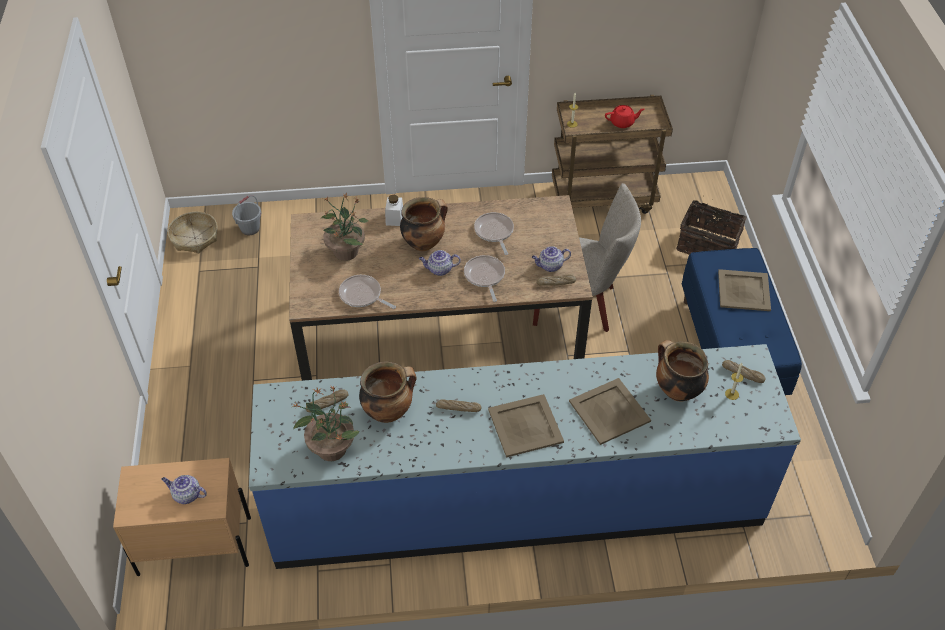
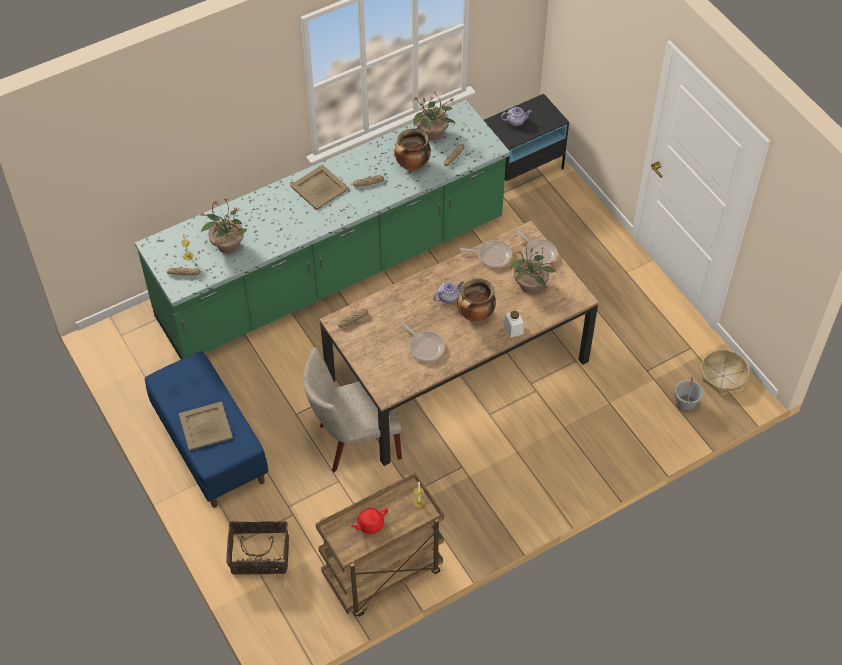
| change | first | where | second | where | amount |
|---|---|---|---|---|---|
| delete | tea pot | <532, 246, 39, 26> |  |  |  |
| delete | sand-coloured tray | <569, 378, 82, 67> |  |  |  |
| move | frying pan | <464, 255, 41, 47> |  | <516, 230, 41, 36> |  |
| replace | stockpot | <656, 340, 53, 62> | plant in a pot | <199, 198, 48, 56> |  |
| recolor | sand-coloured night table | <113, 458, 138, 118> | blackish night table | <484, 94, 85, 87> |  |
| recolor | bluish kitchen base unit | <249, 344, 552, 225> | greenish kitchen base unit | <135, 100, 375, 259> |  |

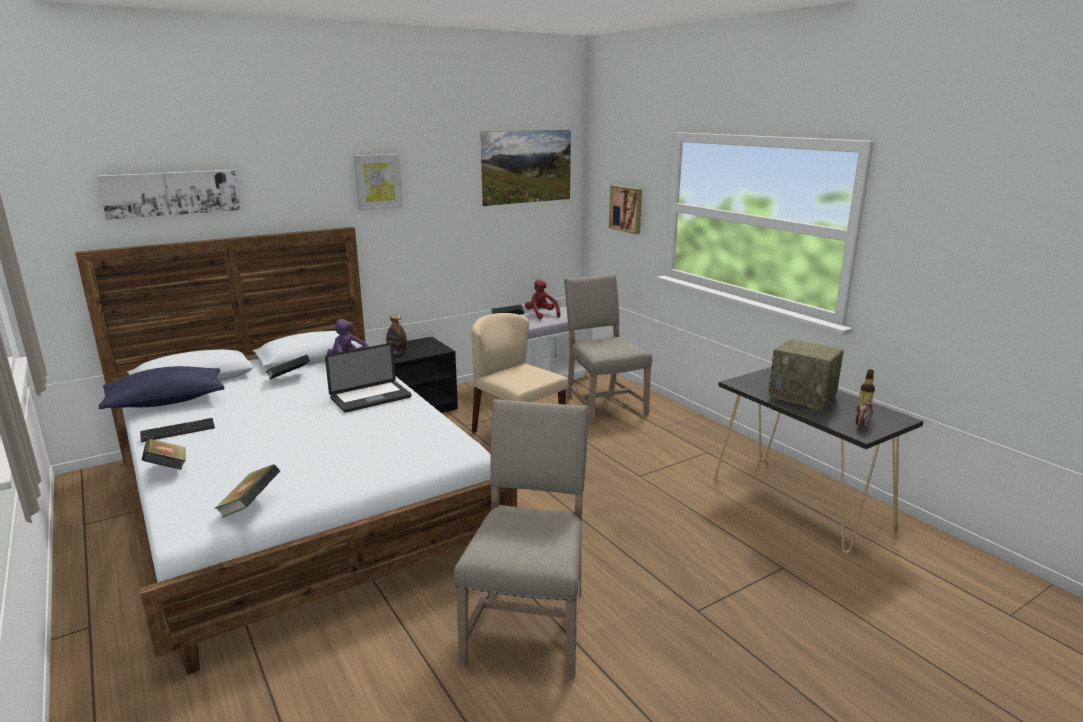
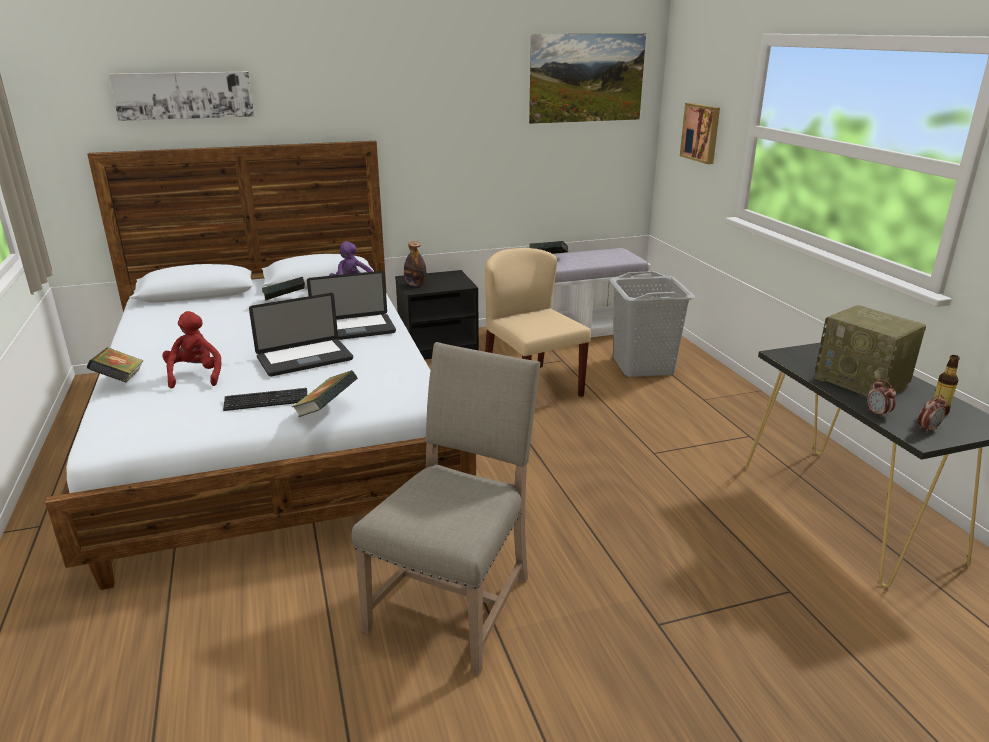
| change | first | where | second | where | amount |
|---|---|---|---|---|---|
| delete | bluish cushion | <99, 366, 125, 43> |  |  |  |
| delete | wall picture | <354, 154, 49, 57> |  |  |  |
| insert |  |  | portable computer | <249, 293, 104, 84> |  |
| insert |  |  | table clock | <867, 379, 29, 39> |  |
| move | keyboard | <140, 418, 75, 24> |  | <223, 388, 84, 23> |  |
| move | volume | <214, 464, 66, 54> |  | <292, 370, 66, 47> |  |
| move | reddish cuddly toy | <525, 279, 36, 40> |  | <162, 311, 59, 77> |  |
| replace | sand-coloured chair | <564, 274, 88, 151> | gray washing basket | <609, 271, 86, 106> |  |

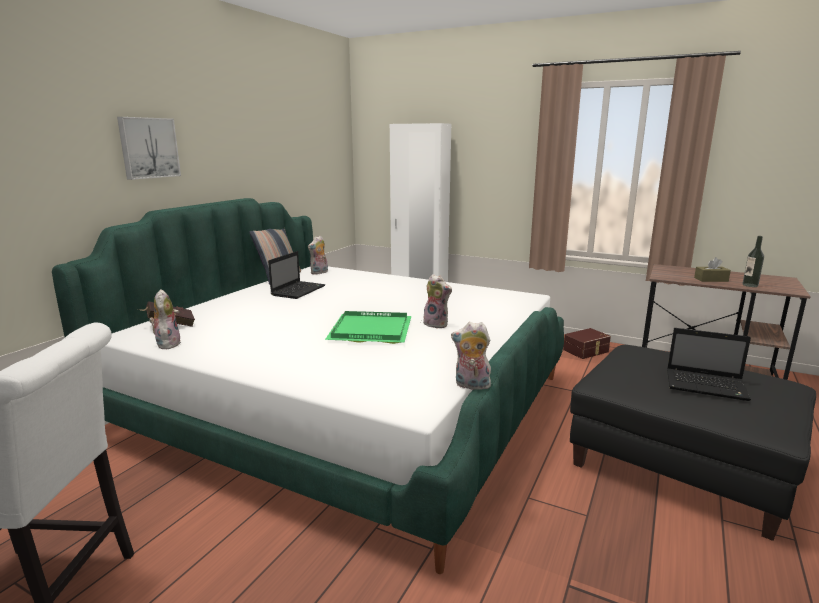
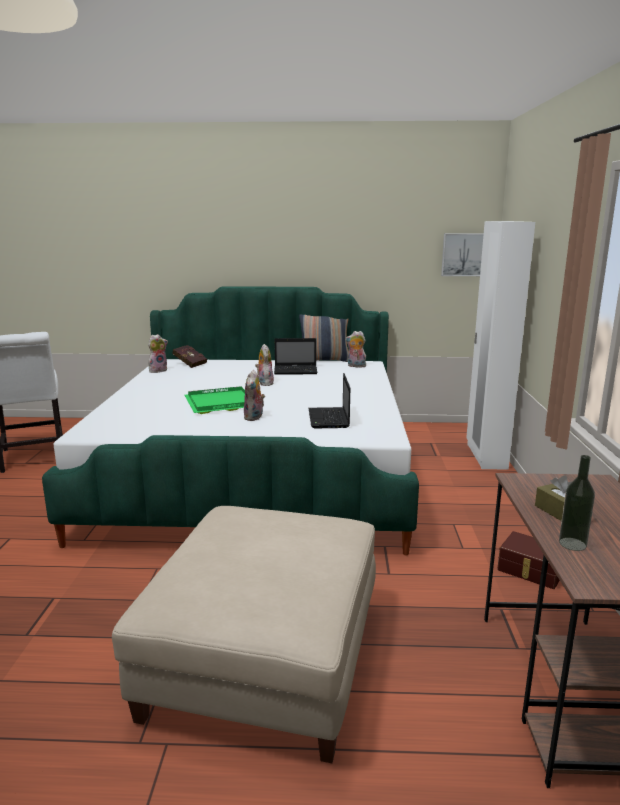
| change | first | where | second | where | amount |
|---|---|---|---|---|---|
| move | wall picture | <117, 117, 64, 63> |  | <441, 234, 43, 42> |  |
| move | cuddly toy | <451, 322, 40, 69> |  | <255, 344, 19, 42> |  |
| move | portable computer | <667, 328, 84, 73> |  | <309, 373, 41, 55> |  |
| recolor | blackish footrest | <570, 345, 246, 196> | sand-coloured footrest | <112, 506, 264, 257> |  |

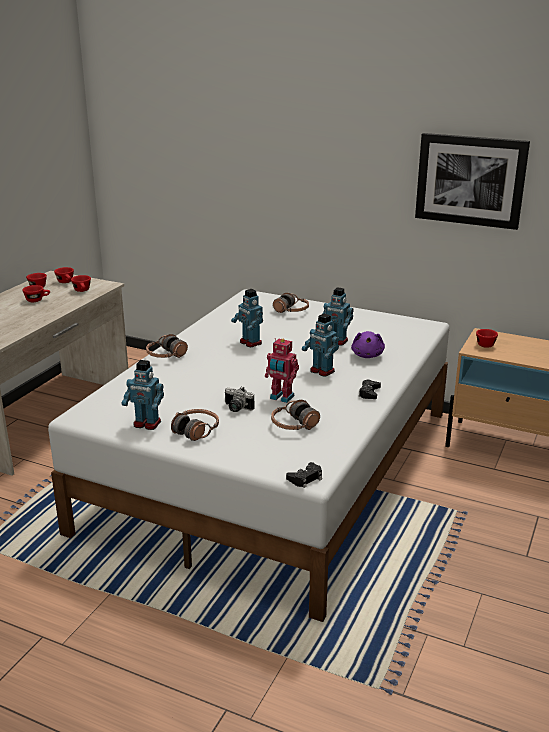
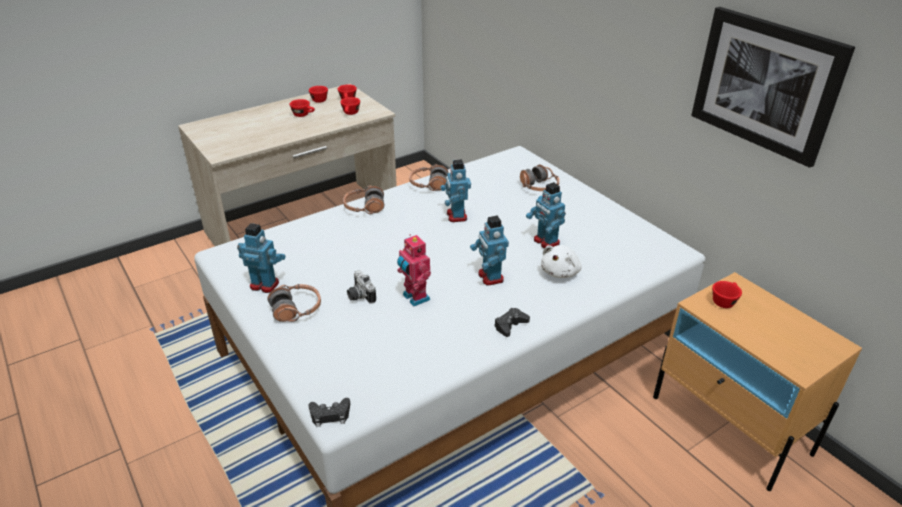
| change | first | where | second | where | amount |
|---|---|---|---|---|---|
| move | pair of headphones | <271, 400, 49, 30> |  | <409, 164, 39, 27> |  |
| recolor | purple cuddly toy | <351, 331, 34, 27> | white cuddly toy | <541, 245, 41, 33> |  |
| rotate | toy robot | <121, 360, 43, 70> |  | <237, 223, 48, 70> | 150 degrees clockwise |

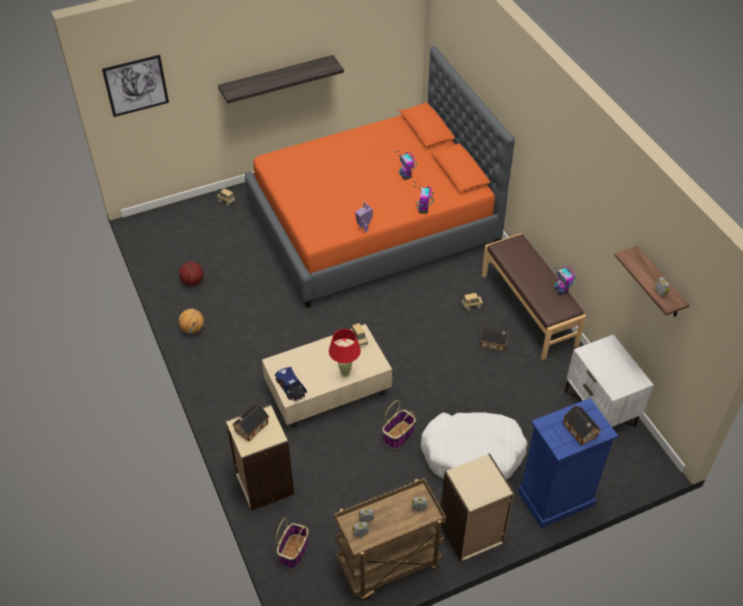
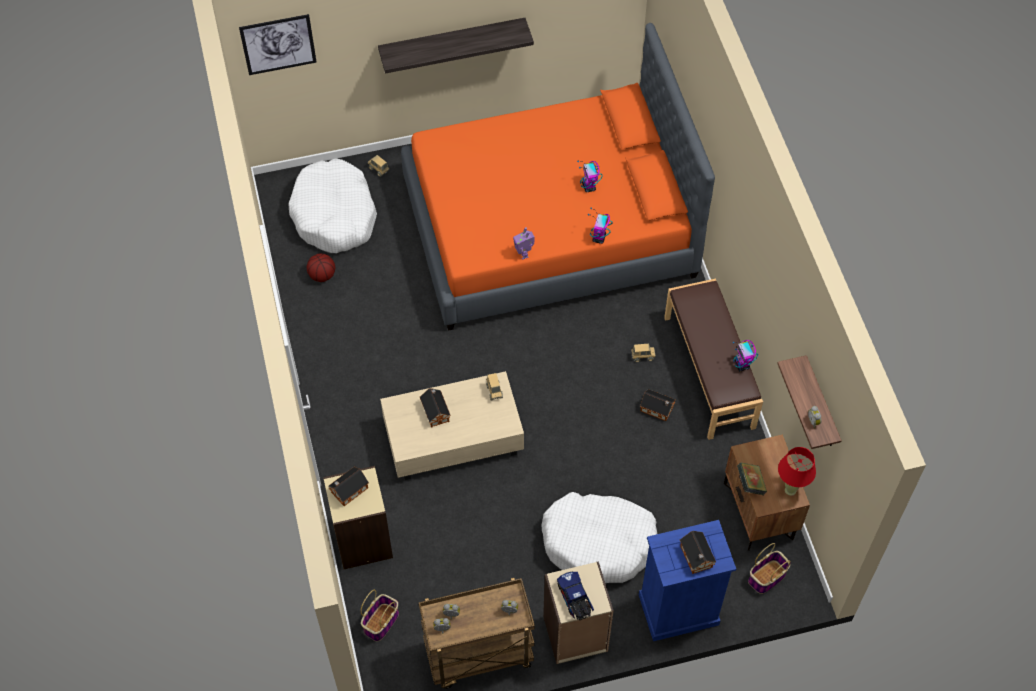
| change | first | where | second | where | amount |
|---|---|---|---|---|---|
| delete | ball for basketball | <179, 309, 25, 25> |  |  |  |
| insert |  |  | white pet bed | <288, 158, 89, 95> |  |
| insert |  |  | model house | <420, 388, 31, 40> |  |
| insert |  |  | volume | <737, 462, 30, 33> |  |
| move | toy truck | <275, 367, 32, 34> |  | <557, 572, 37, 48> |  |
| move | reddish lamp for a table | <329, 329, 32, 49> |  | <778, 447, 38, 49> |  |
| move | basket | <382, 400, 34, 49> |  | <748, 543, 43, 51> |  |
| recolor | white night table | <565, 335, 89, 92> | brownish night table | <724, 435, 86, 116> |  |

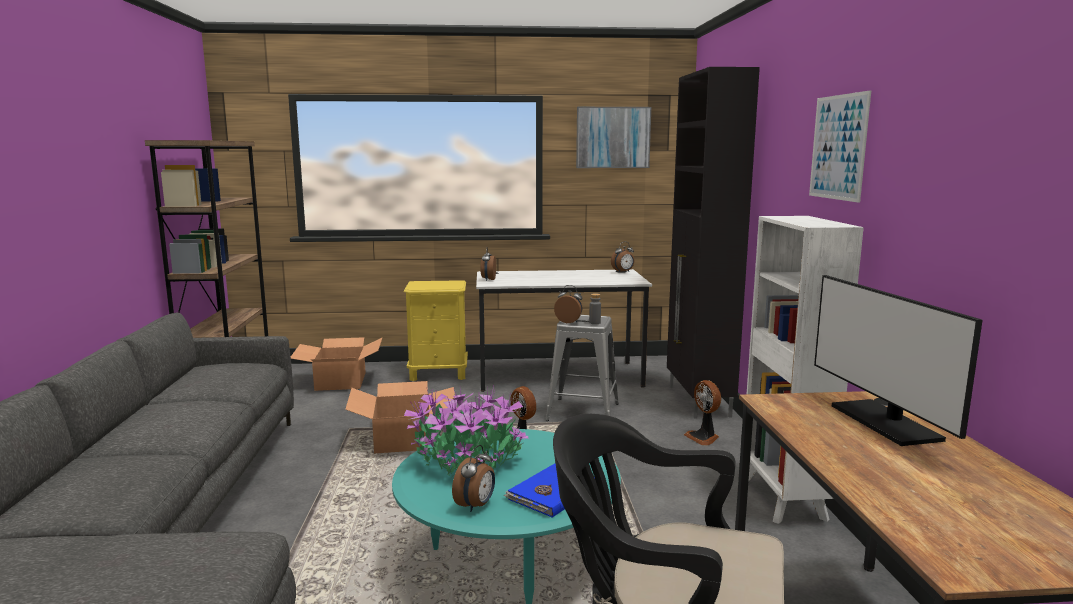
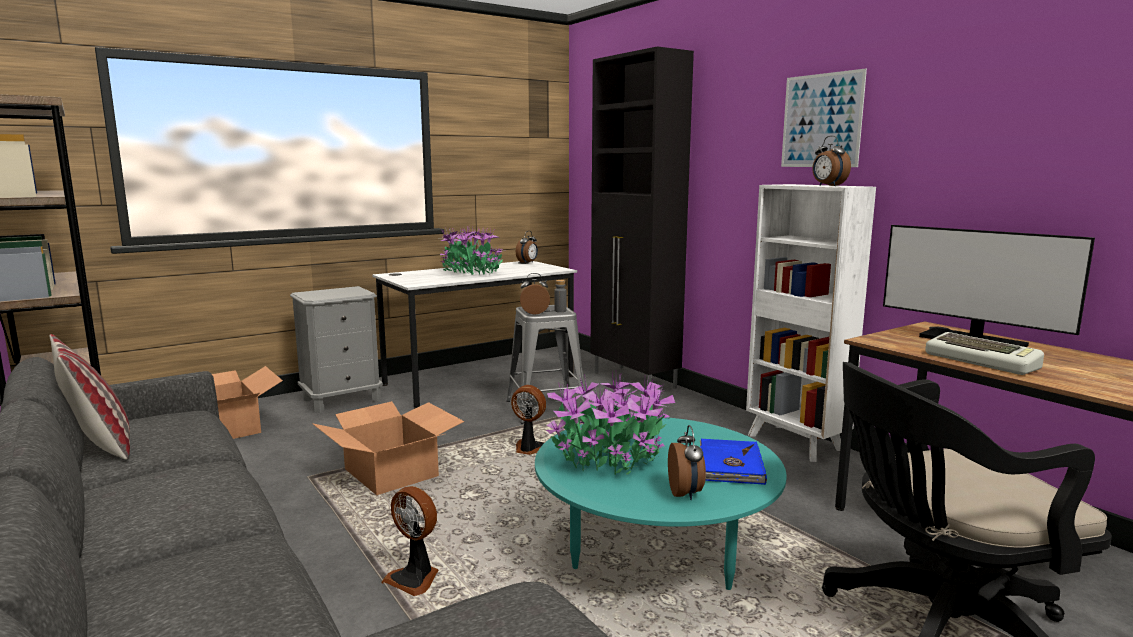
| change | first | where | second | where | amount |
|---|---|---|---|---|---|
| delete | wall picture | <576, 107, 75, 61> |  |  |  |
| insert |  |  | cushion | <49, 334, 81, 126> |  |
| insert |  |  | plant in a pot | <440, 226, 66, 49> |  |
| insert |  |  | keyboard | <925, 332, 119, 43> |  |
| move | table clock | <480, 247, 16, 34> |  | <813, 136, 38, 50> |  |
| move | cooling fan | <684, 380, 37, 66> |  | <381, 486, 58, 110> |  |
| recolor | yellow night table | <404, 280, 64, 101> | gray night table | <290, 286, 93, 127> |  |

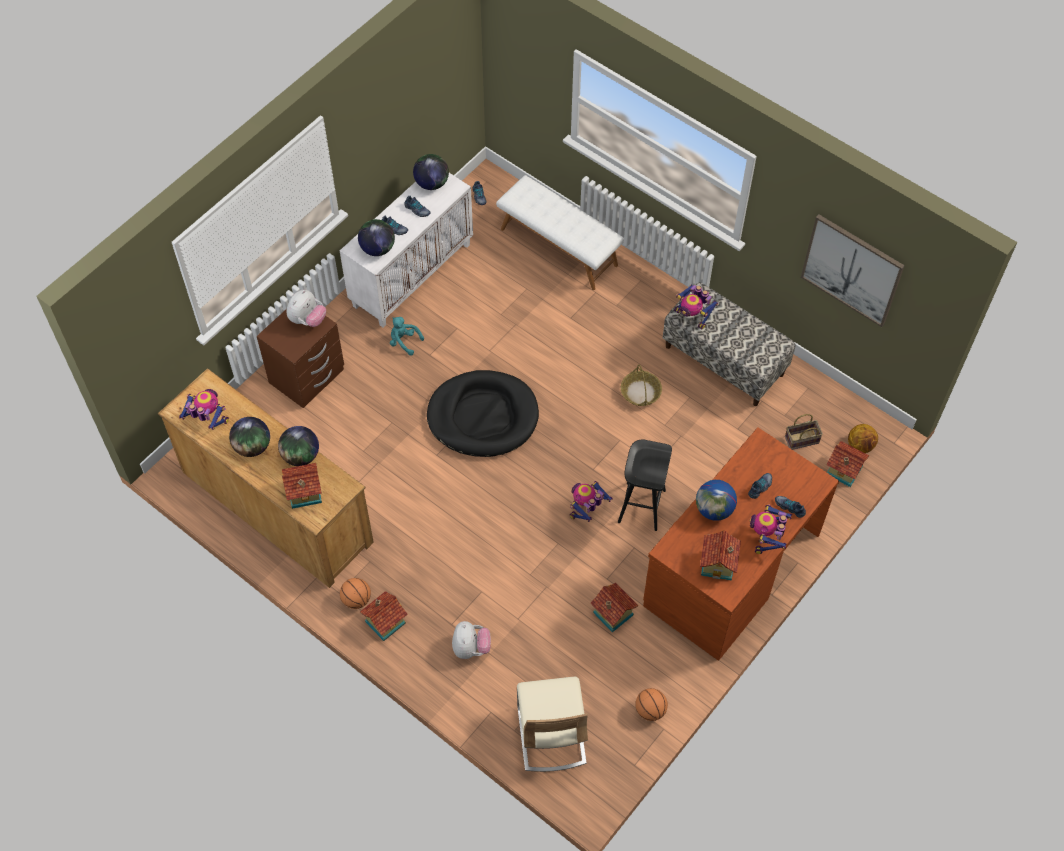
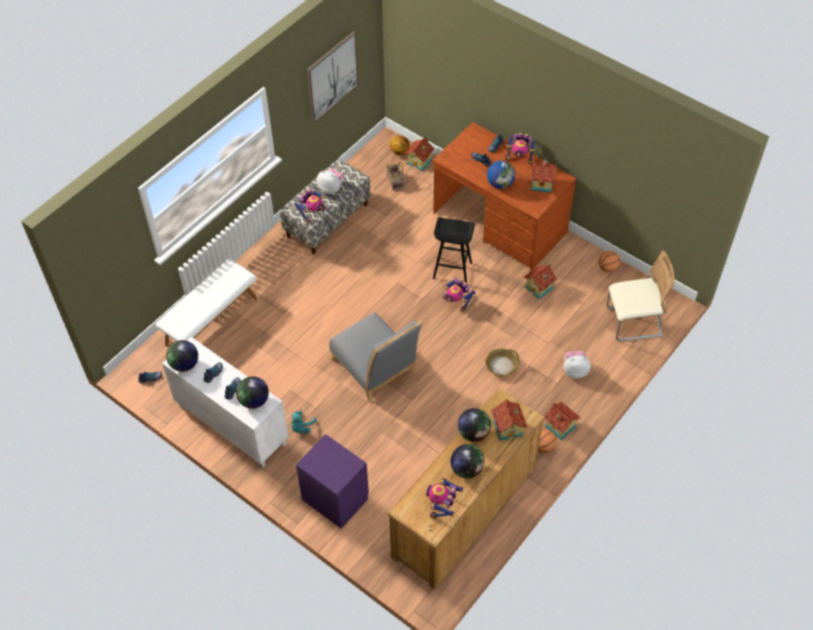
| change | first | where | second | where | amount |
|---|---|---|---|---|---|
| move | cuddly toy | <287, 290, 39, 37> |  | <317, 168, 27, 26> |  |
| move | basket | <621, 365, 41, 41> |  | <485, 348, 34, 29> |  |
| replace | blackish pet bed | <427, 370, 112, 87> | gray chair | <329, 313, 94, 90> |  |
| recolor | brownish night table | <257, 309, 87, 99> | purple night table | <296, 434, 73, 95> |  |

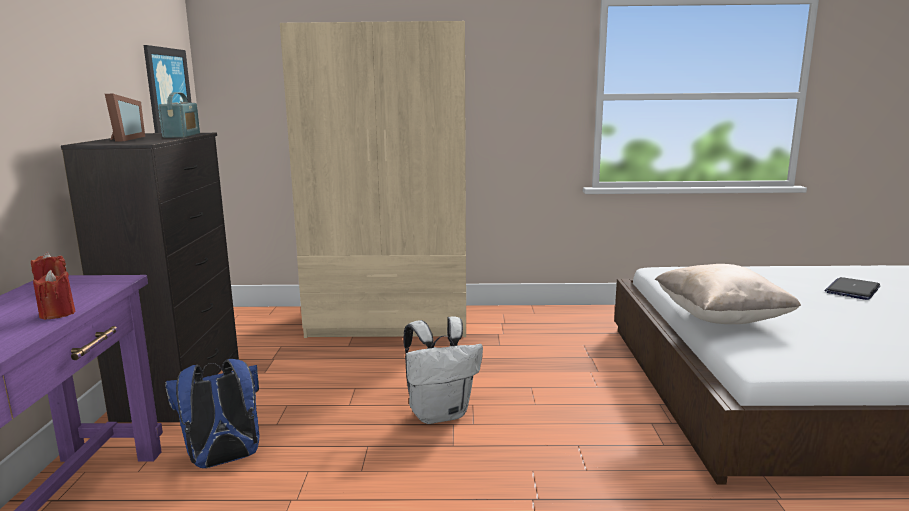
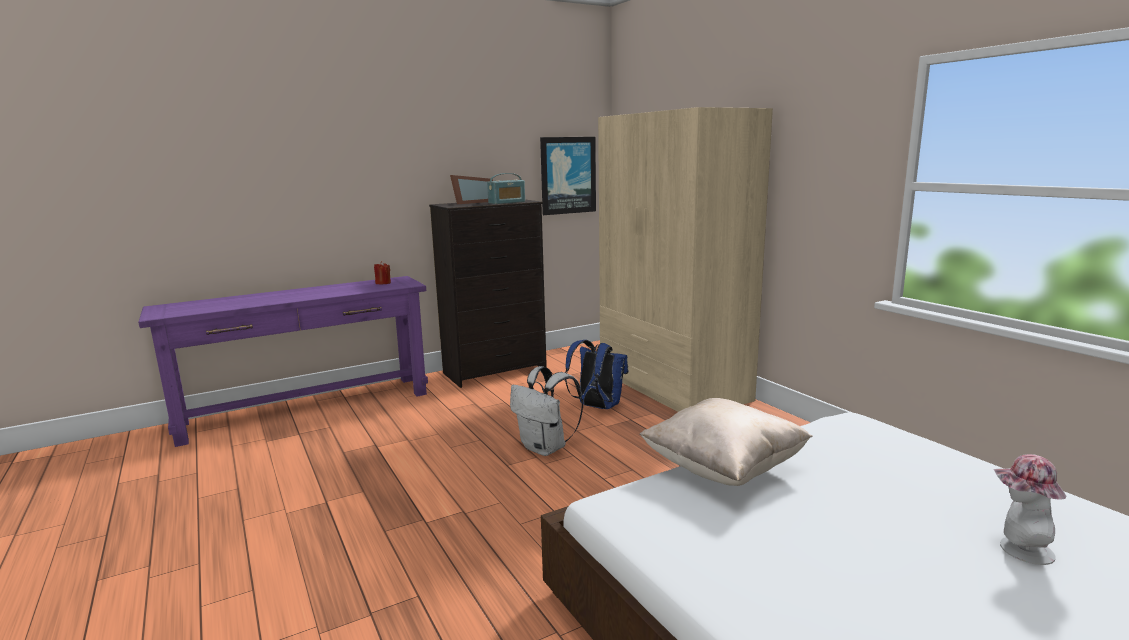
| change | first | where | second | where | amount |
|---|---|---|---|---|---|
| delete | reddish wax light | <33, 270, 42, 50> |  |  |  |
| move | bluish knapsack | <165, 359, 94, 109> |  | <565, 340, 63, 69> |  |
| replace | portable computer | <825, 277, 55, 23> | wearable hat | <994, 454, 72, 111> |  |

